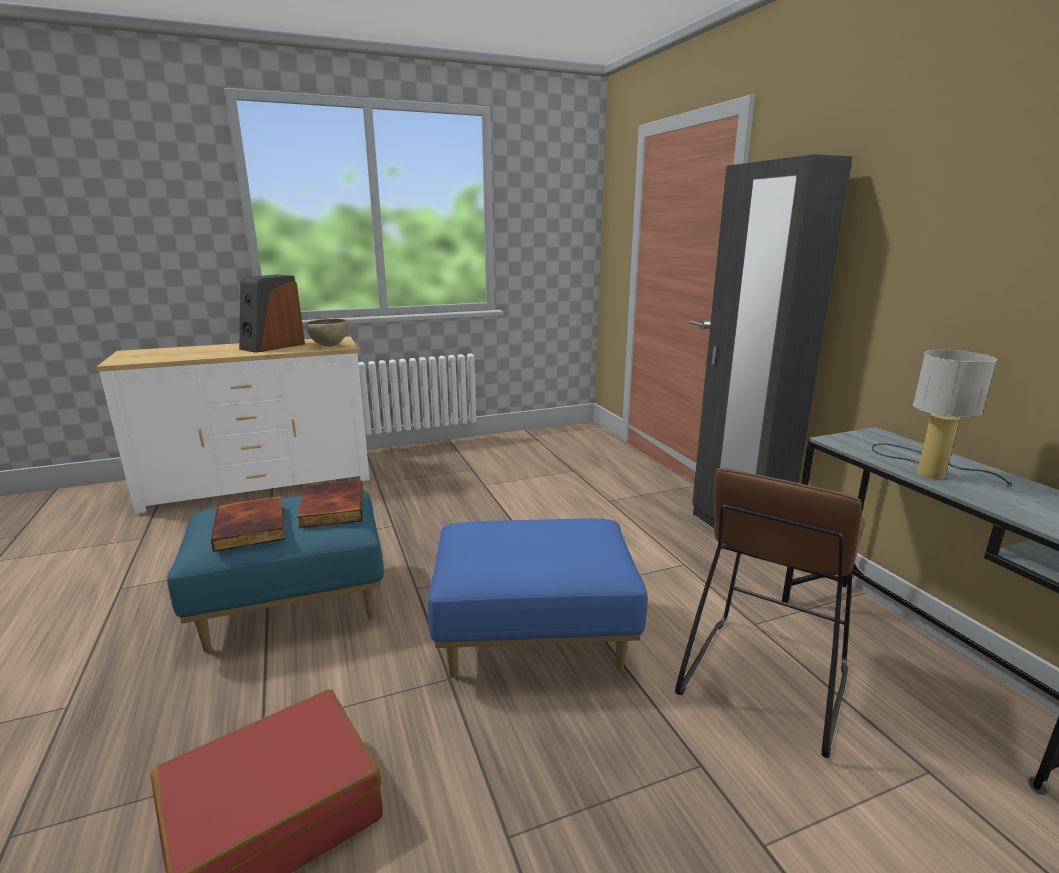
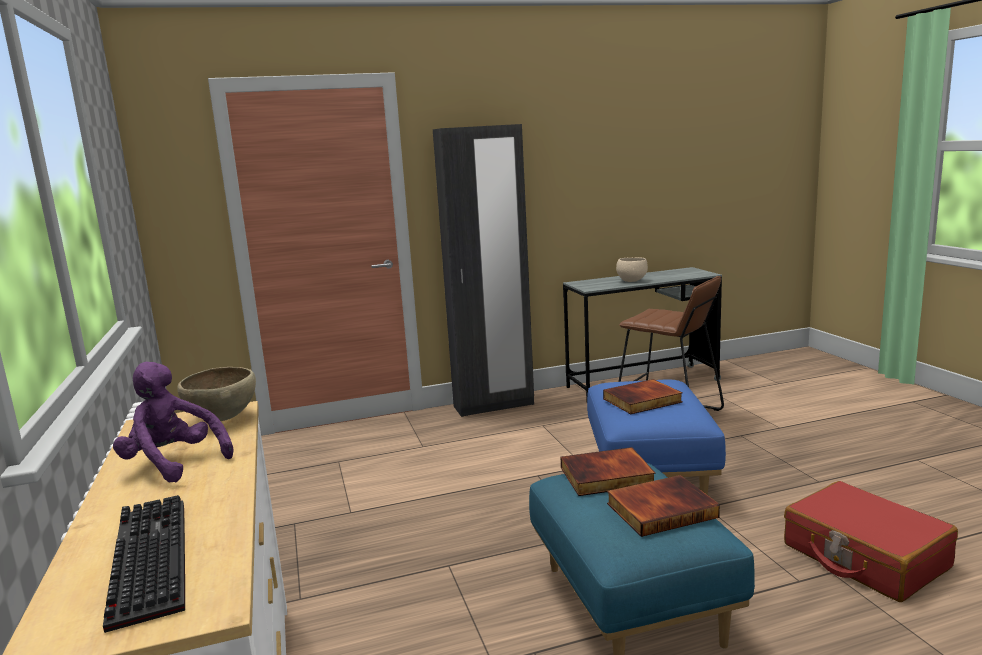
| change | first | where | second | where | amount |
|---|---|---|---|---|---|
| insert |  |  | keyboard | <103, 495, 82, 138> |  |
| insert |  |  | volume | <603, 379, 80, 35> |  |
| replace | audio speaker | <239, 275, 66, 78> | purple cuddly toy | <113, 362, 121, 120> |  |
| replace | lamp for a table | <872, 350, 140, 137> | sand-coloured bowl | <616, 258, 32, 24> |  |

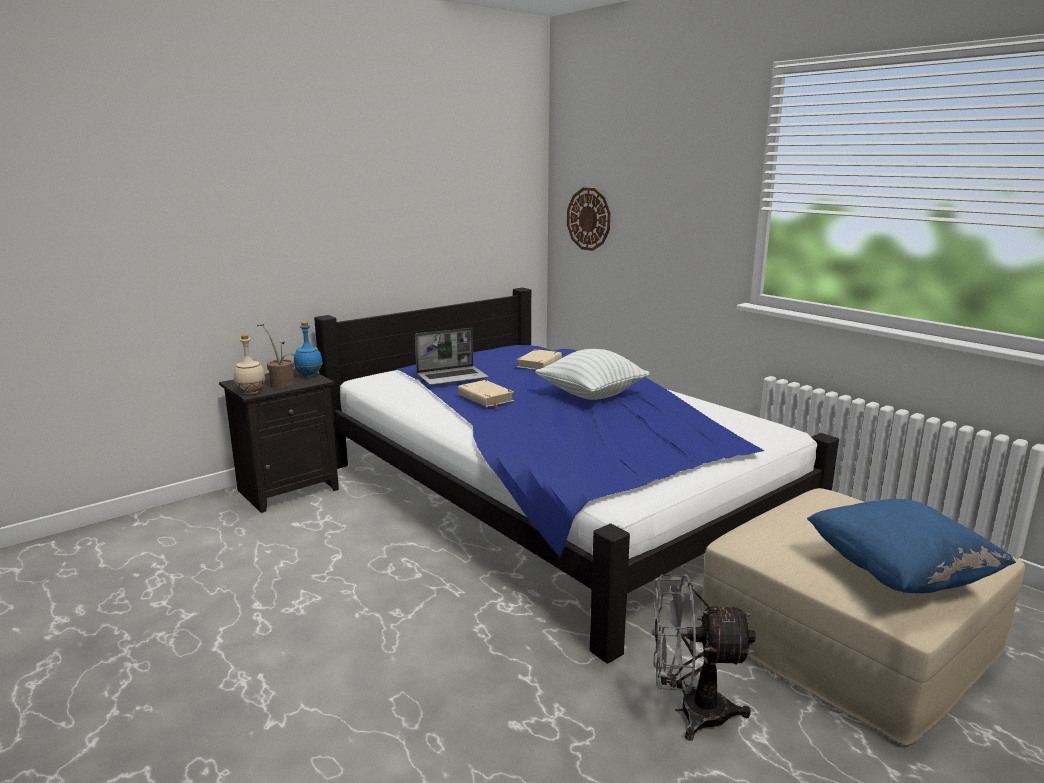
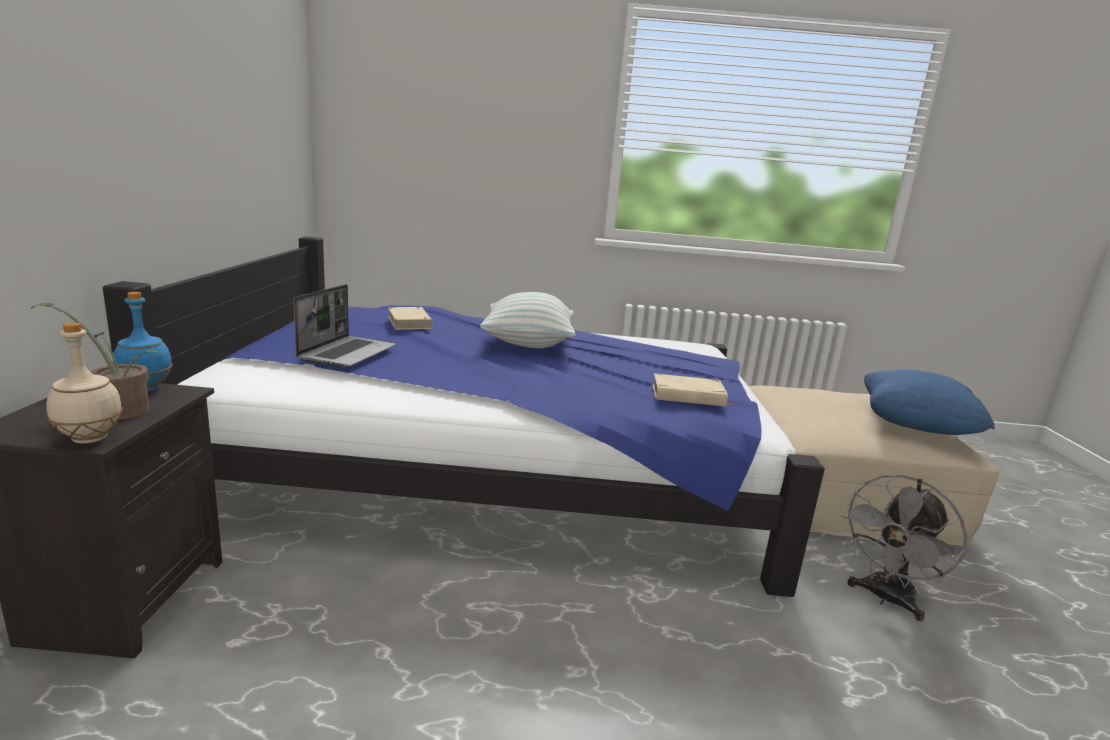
| change | first | where | second | where | amount |
|---|---|---|---|---|---|
| delete | clock on the wall | <567, 188, 43, 63> |  |  |  |
| move | sand-coloured volume | <458, 380, 56, 28> |  | <652, 373, 84, 34> |  |

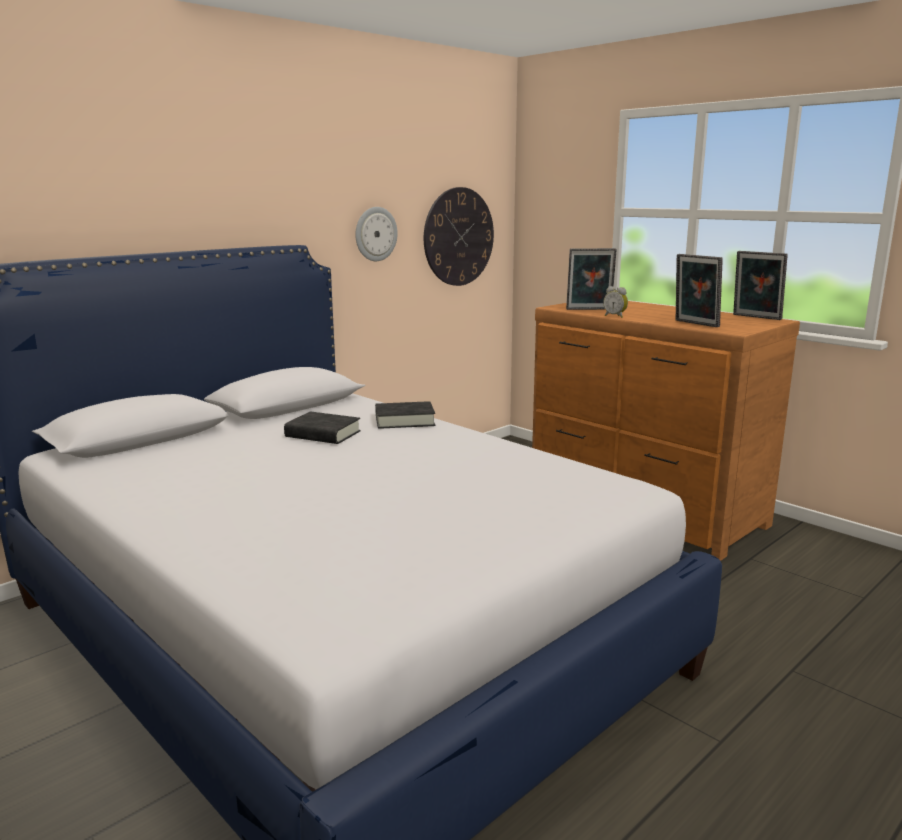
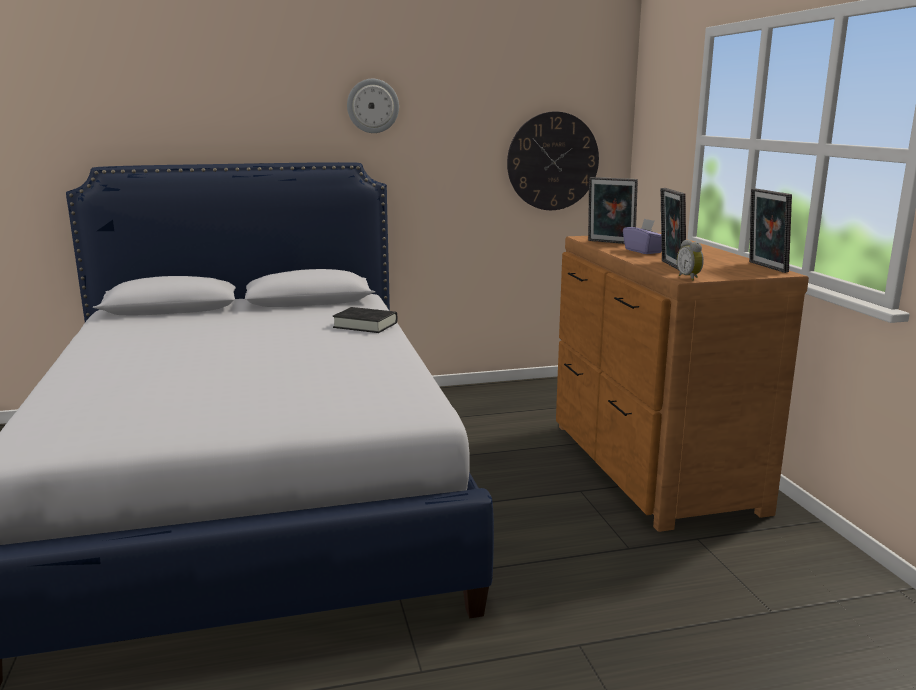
| change | first | where | second | where | amount |
|---|---|---|---|---|---|
| delete | blackish volume | <284, 411, 77, 33> |  |  |  |
| insert |  |  | purple box of tissues | <623, 218, 39, 36> |  |
| move | clock on the wall | <355, 207, 43, 54> |  | <347, 79, 52, 54> |  |
| move | table clock | <603, 286, 25, 32> |  | <677, 239, 27, 42> |  |

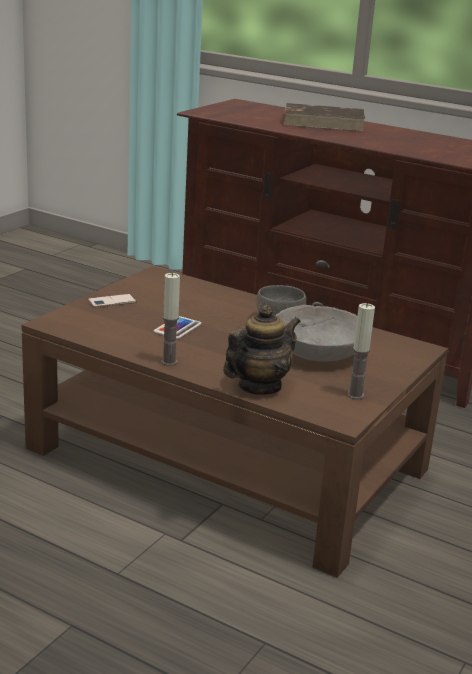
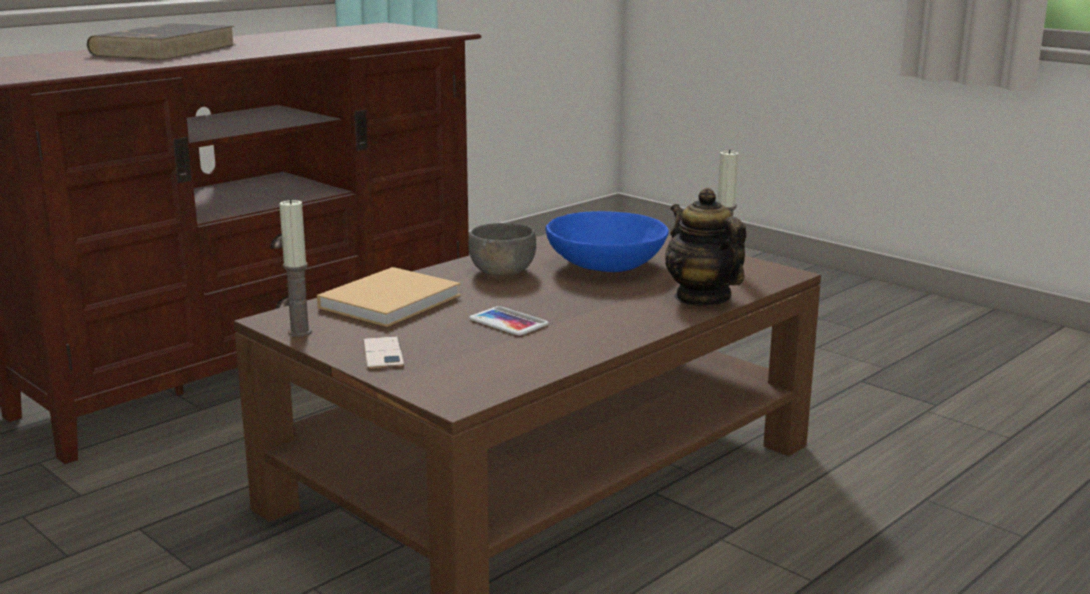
| change | first | where | second | where | amount |
|---|---|---|---|---|---|
| insert |  |  | sand-coloured volume | <317, 267, 144, 60> |  |
| move | wax light | <161, 273, 19, 93> |  | <279, 199, 33, 137> |  |
| recolor | gray bowl | <275, 305, 82, 57> | bluish bowl | <545, 211, 124, 61> |  |

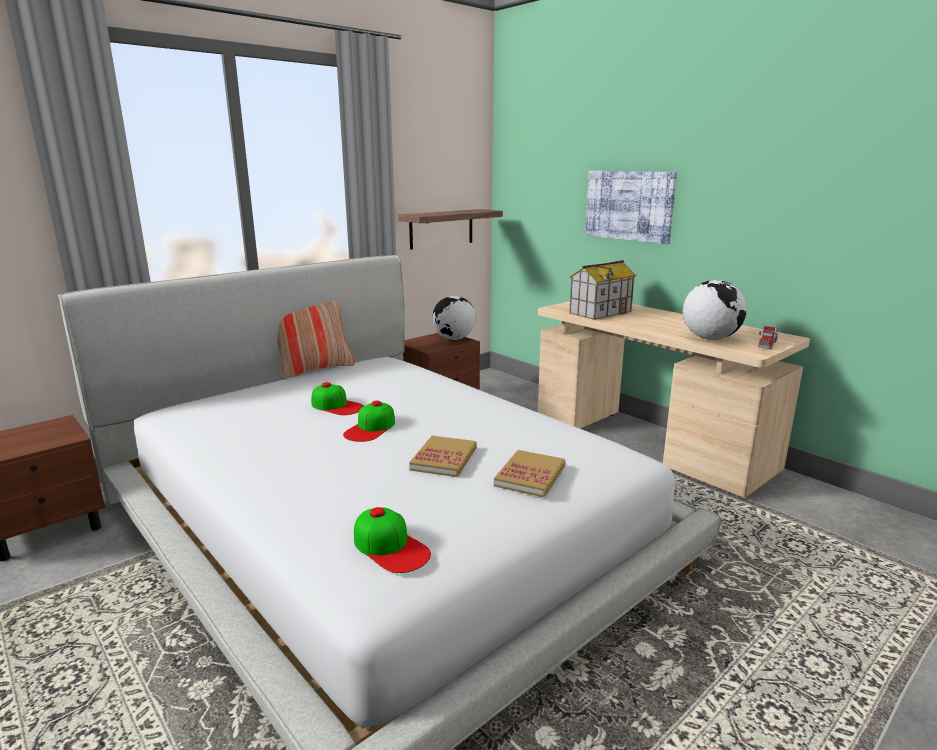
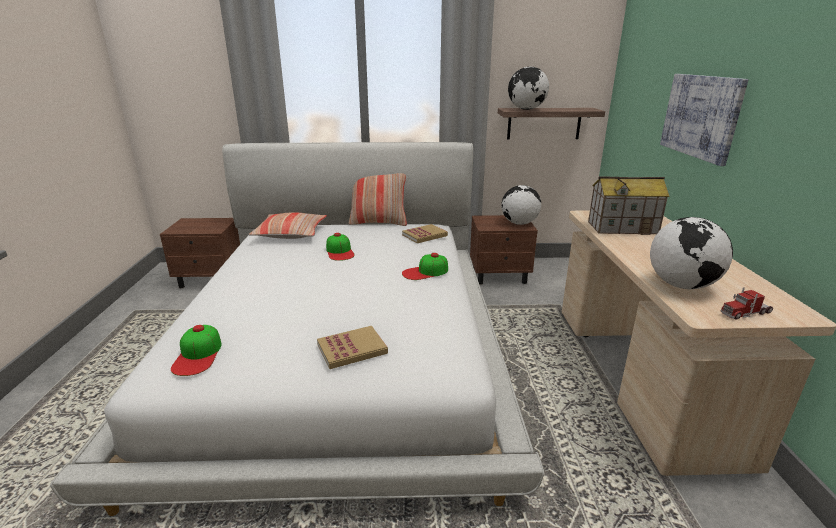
| change | first | where | second | where | amount |
|---|---|---|---|---|---|
| insert |  |  | cushion | <249, 212, 78, 27> |  |
| insert |  |  | globe | <508, 66, 41, 44> |  |
| move | peaked cap | <343, 401, 52, 41> |  | <402, 253, 46, 27> |  |
| move | volume | <409, 436, 68, 41> |  | <402, 224, 46, 19> |  |

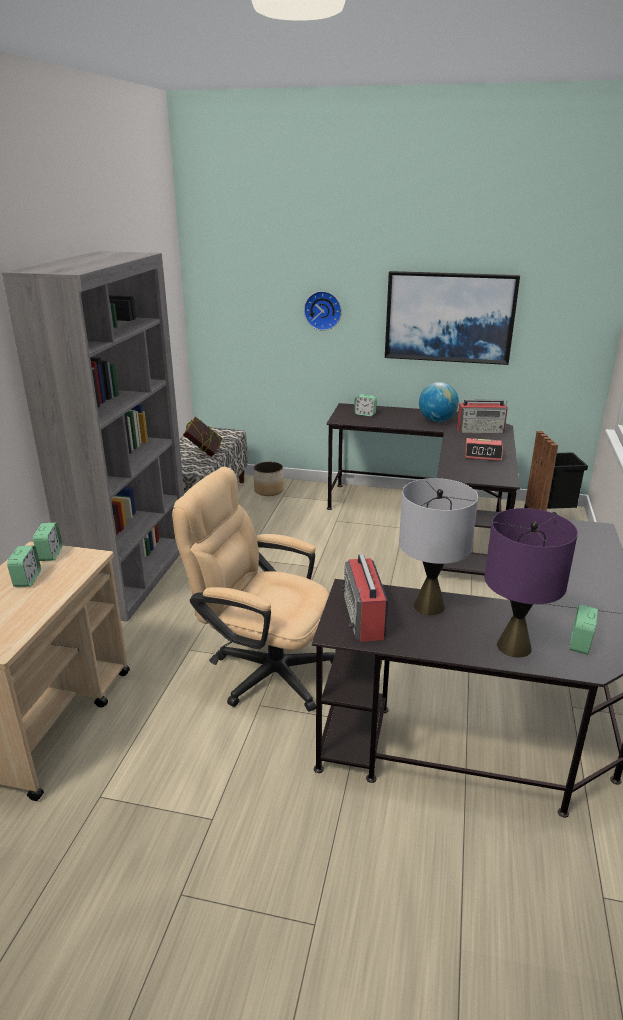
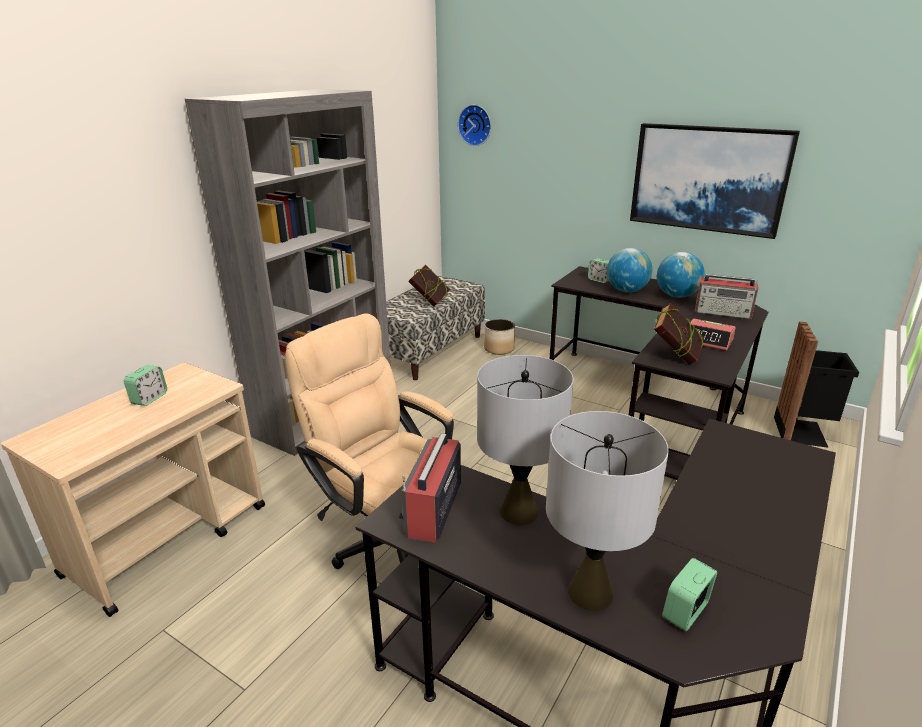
| change | first | where | second | where | amount |
|---|---|---|---|---|---|
| delete | table clock | <33, 523, 29, 38> |  |  |  |
| insert |  |  | globe | <607, 248, 45, 45> |  |
| insert |  |  | volume | <654, 303, 50, 62> |  |
| move | clock on the wall | <304, 291, 38, 40> |  | <458, 105, 33, 41> |  |
| recolor | purple lamp for a table | <485, 508, 93, 150> | gray lamp for a table | <546, 411, 123, 200> |  |

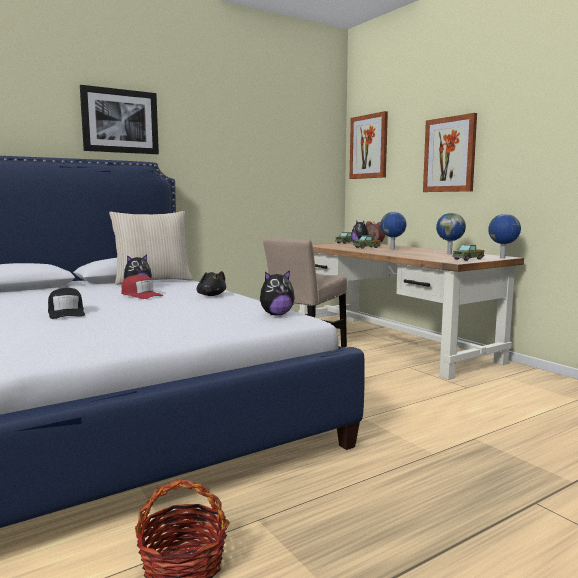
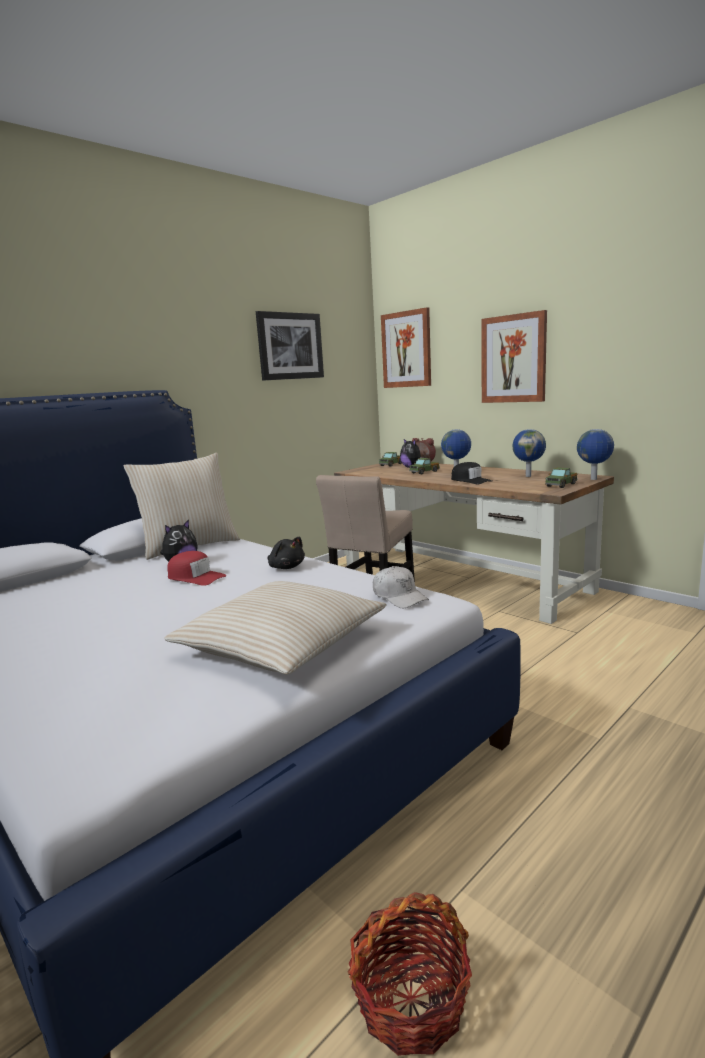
| change | first | where | second | where | amount |
|---|---|---|---|---|---|
| insert |  |  | sand-coloured cushion | <164, 581, 222, 94> |  |
| move | blackish peaked cap | <48, 288, 37, 31> |  | <451, 462, 41, 22> |  |
| move | wall picture | <80, 85, 79, 69> |  | <256, 311, 68, 70> |  |
| replace | cuddly toy | <260, 270, 35, 45> | white peaked cap | <373, 566, 56, 42> |  |

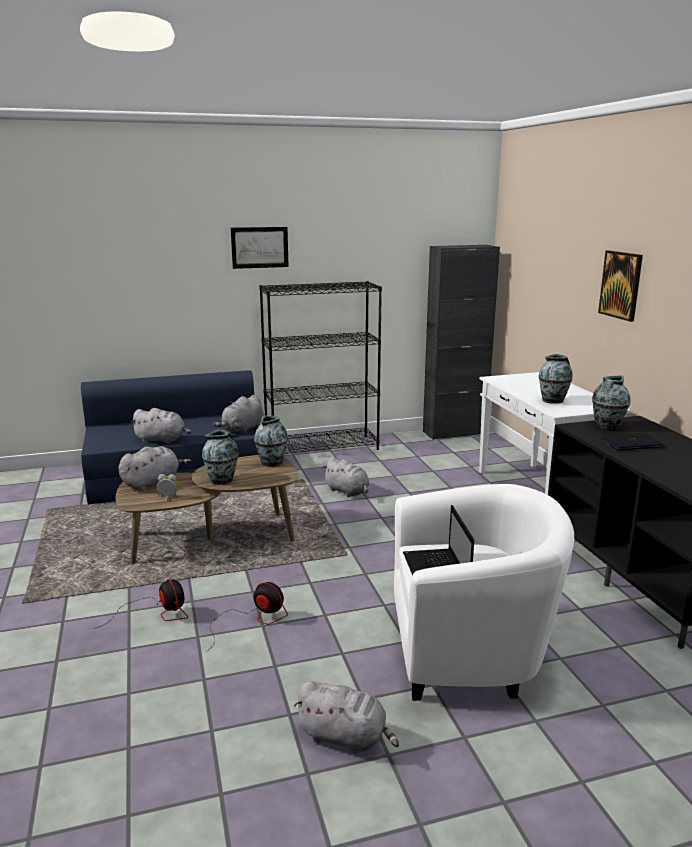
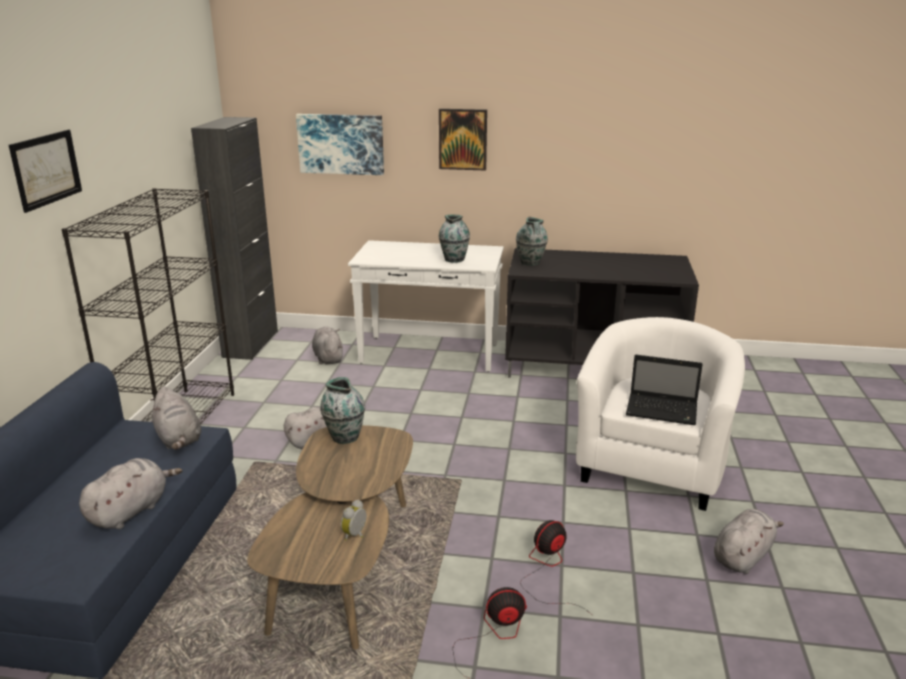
| change | first | where | second | where | amount |
|---|---|---|---|---|---|
| delete | vase | <202, 429, 36, 56> |  |  |  |
| delete | portable computer | <600, 433, 64, 17> |  |  |  |
| insert |  |  | wall picture | <296, 114, 88, 61> |  |
| move | gray cuddly toy | <118, 446, 73, 45> |  | <312, 327, 31, 38> |  |

